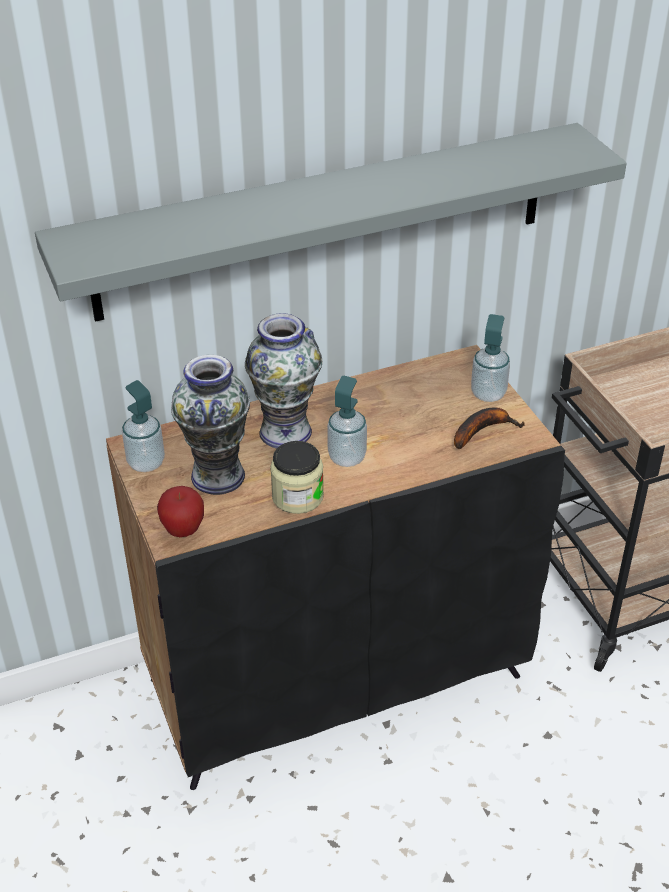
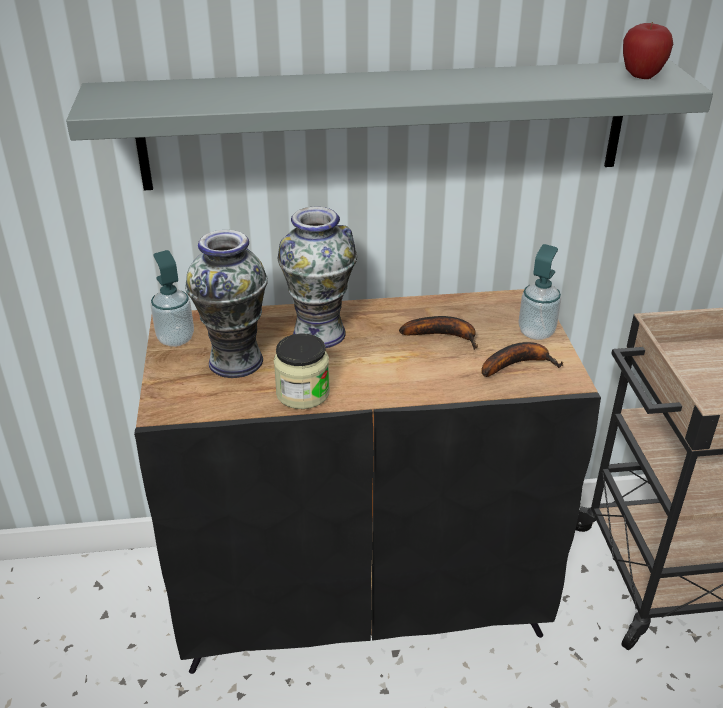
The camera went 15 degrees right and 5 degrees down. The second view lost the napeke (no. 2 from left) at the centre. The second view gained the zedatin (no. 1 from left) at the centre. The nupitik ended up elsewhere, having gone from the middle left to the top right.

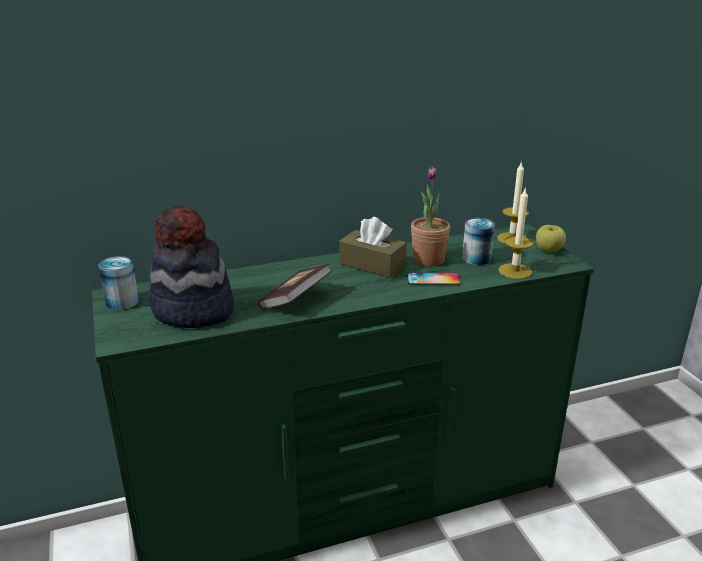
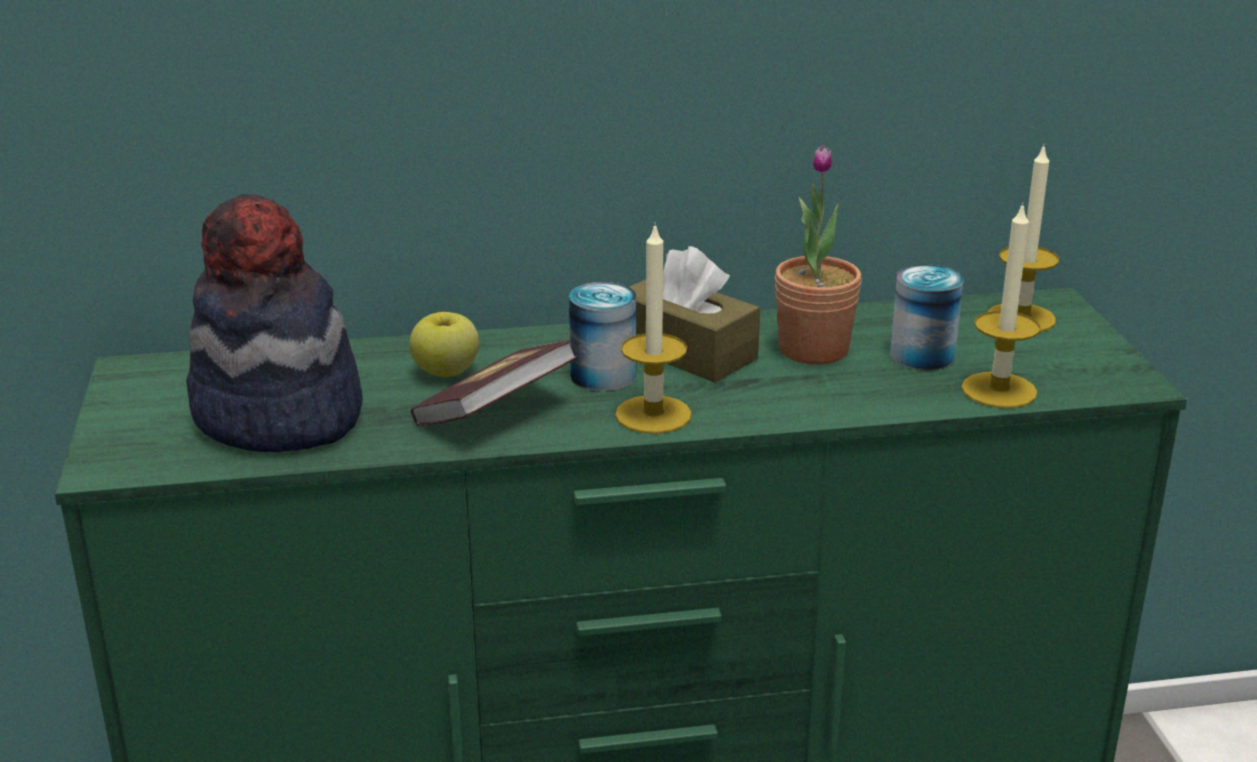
The camera went 10 degrees right and 0 degrees up. The second view lost the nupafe at the centre. The second view gained the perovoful (no. 1 from left) at the centre. The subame (no. 1 from left) ended up elsewhere, having gone from the middle left to the centre. The nupitik ended up elsewhere, having gone from the middle right to the centre.

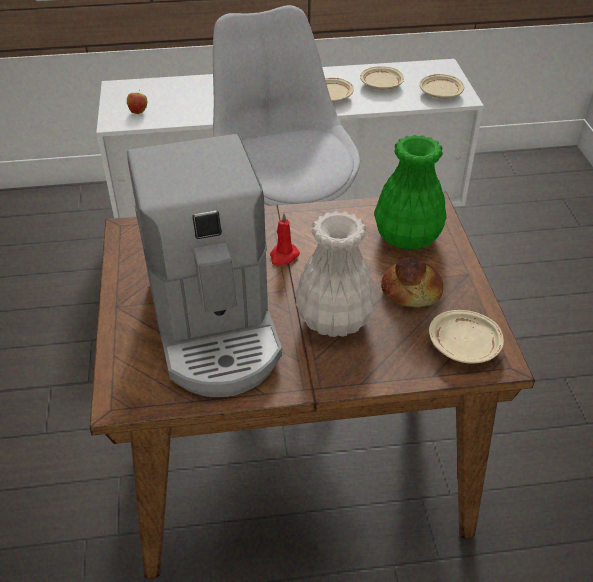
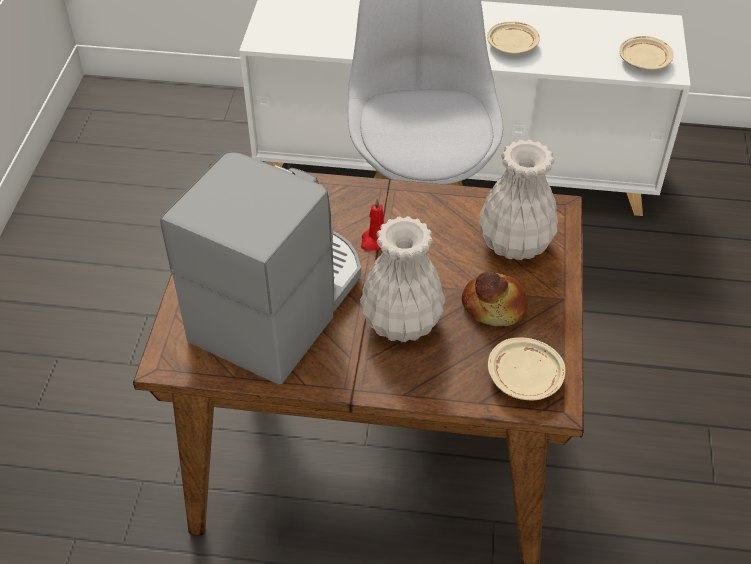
The camera went 15 degrees right and 5 degrees up. The second view lost the nupitik at the top left. The second view lost the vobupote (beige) (no. 2 from left) at the top centre. What was the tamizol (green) at the top right turned into the tamizol (white) (no. 2 from left) at the middle right. The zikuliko at the centre ended up facing another way, 150 degrees counterclockwise from before.

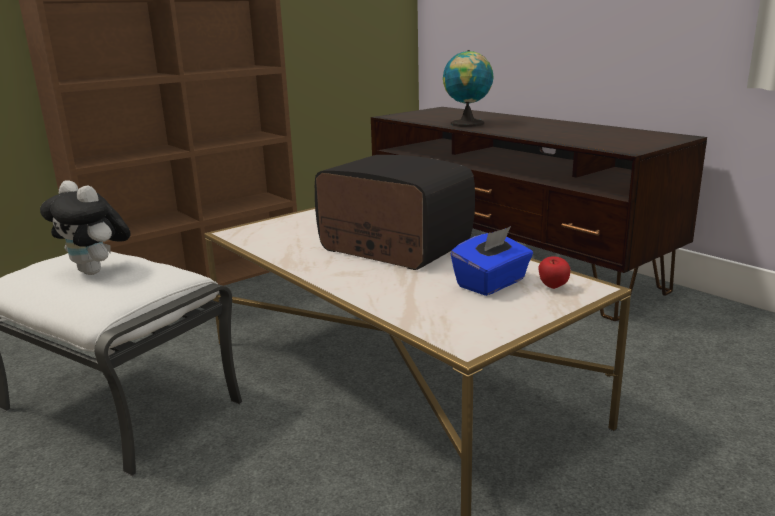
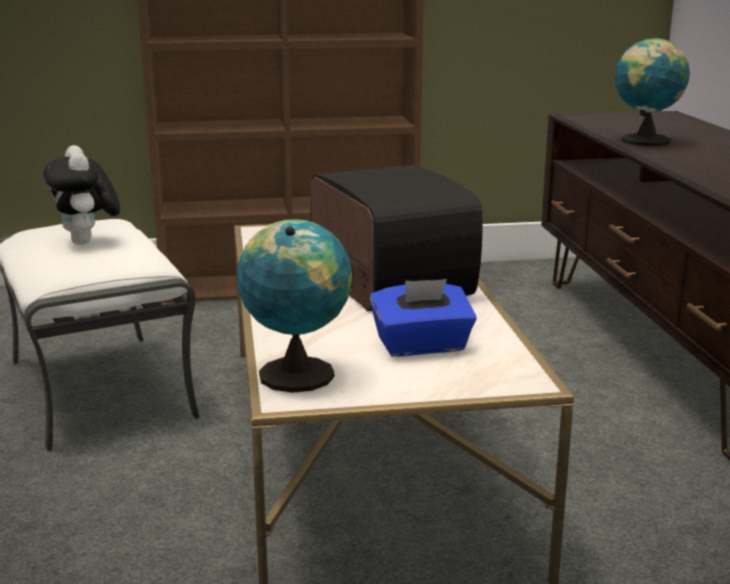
The camera went 30 degrees right and 0 degrees up. The second view lost the nupitik at the middle right. The second view gained the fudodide (no. 1 from left) at the centre.

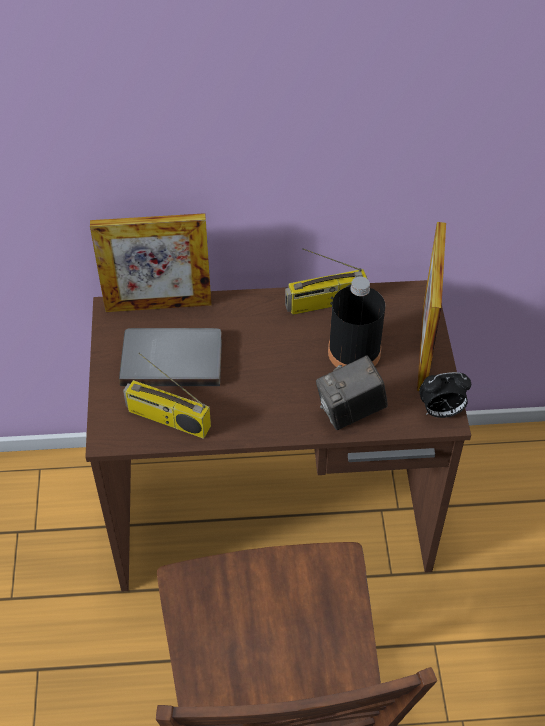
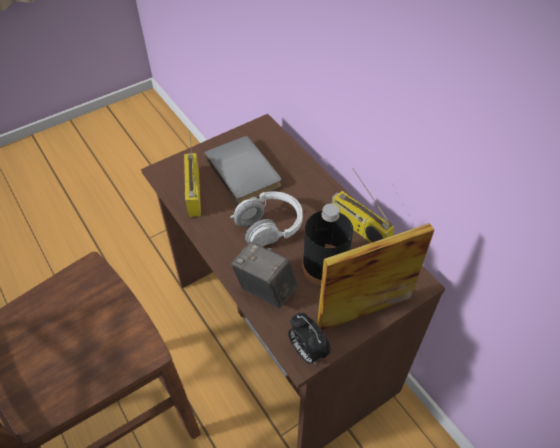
The camera went 60 degrees right and 0 degrees up. The second view lost the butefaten (no. 1 from left) at the middle left. The second view gained the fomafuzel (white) at the centre.

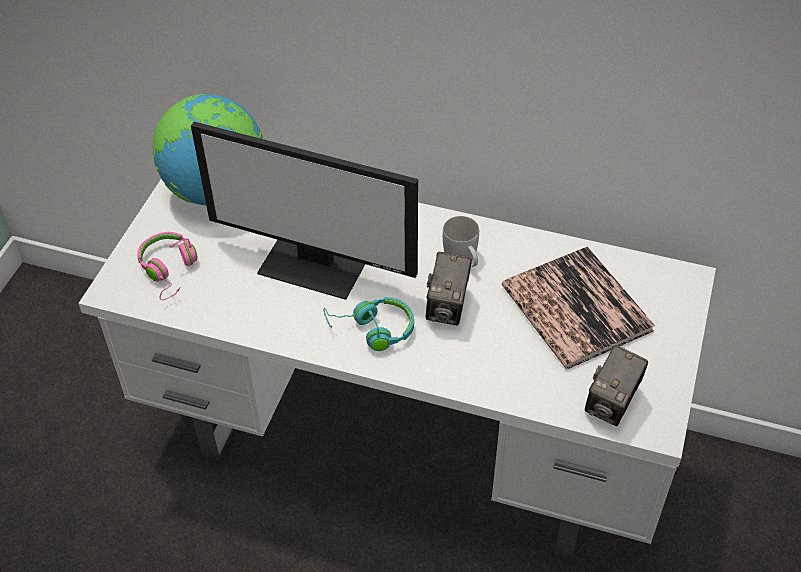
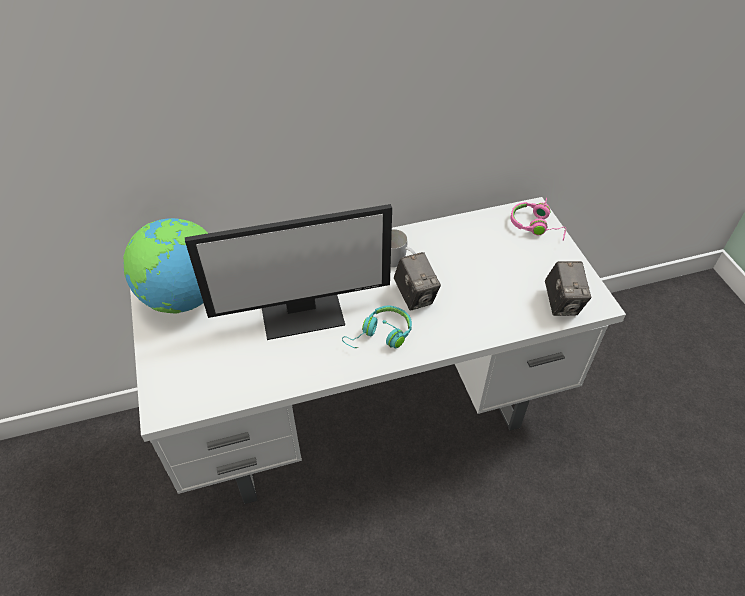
The camera went 35 degrees left and 0 degrees up. The second view lost the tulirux at the middle right. The fomafuzel (pink) ended up elsewhere, having gone from the middle left to the middle right.

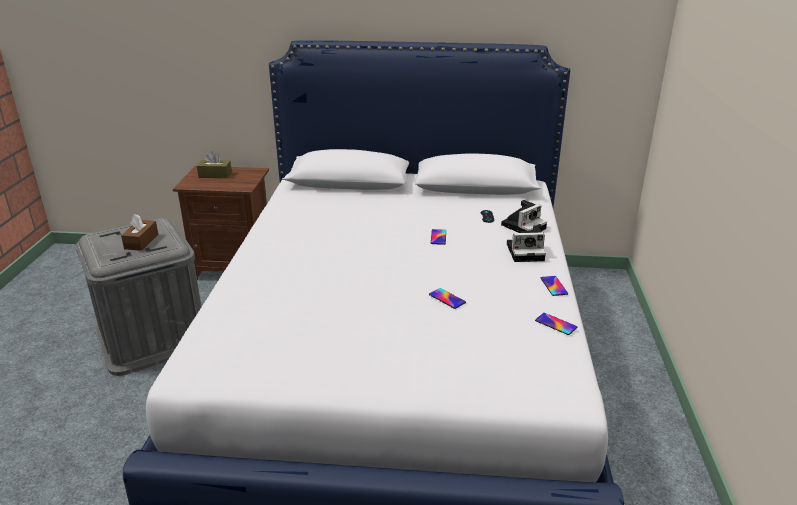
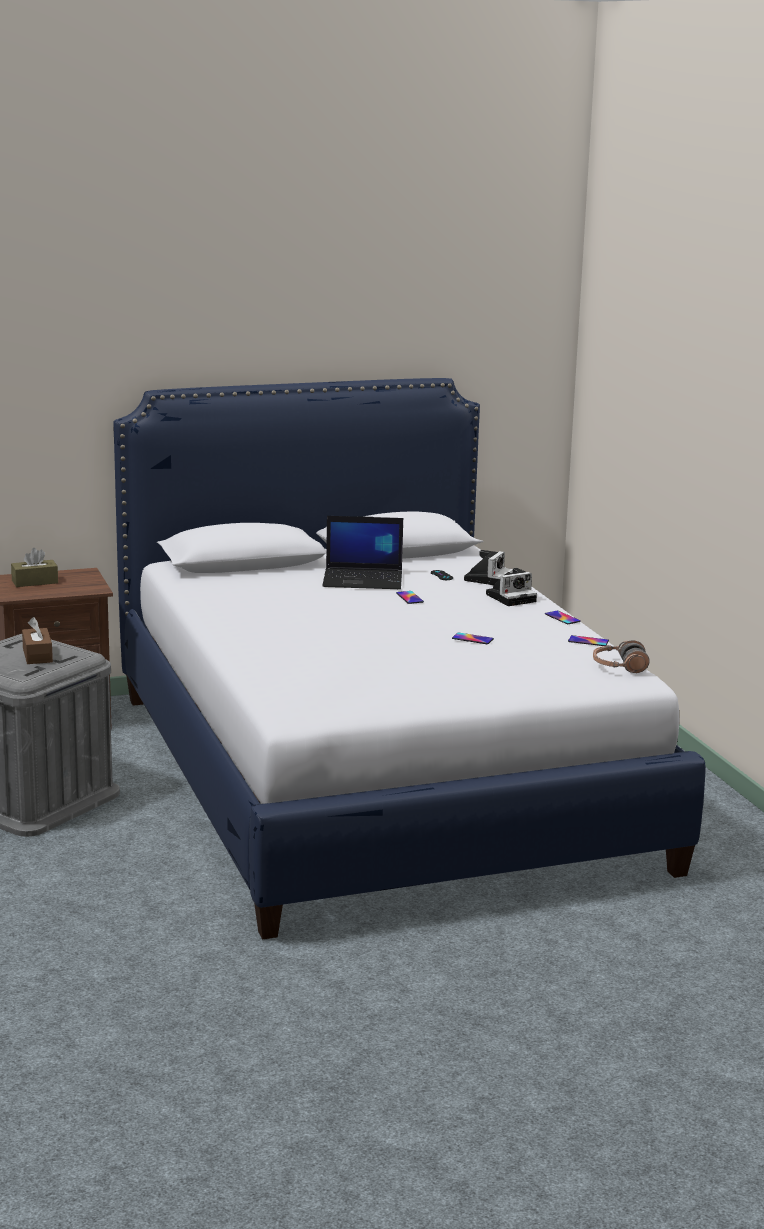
The camera went 25 degrees left and 10 degrees down. The second view gained the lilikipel at the centre. The second view gained the fomafuzel at the middle right.

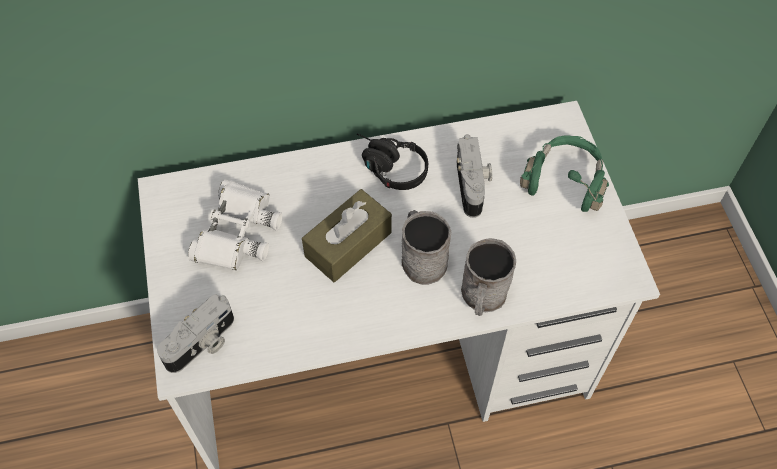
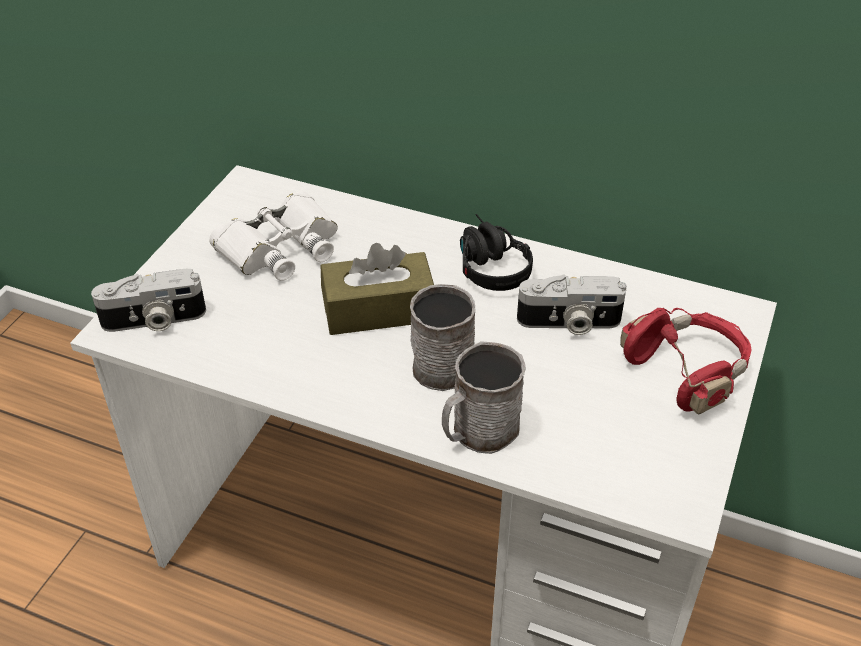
The camera went 35 degrees right and 15 degrees down. What was the fomafuzel (green) at the middle right turned into the fomafuzel (red) at the middle right. The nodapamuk (no. 2 from left) at the centre ended up facing another way, 60 degrees clockwise from before.

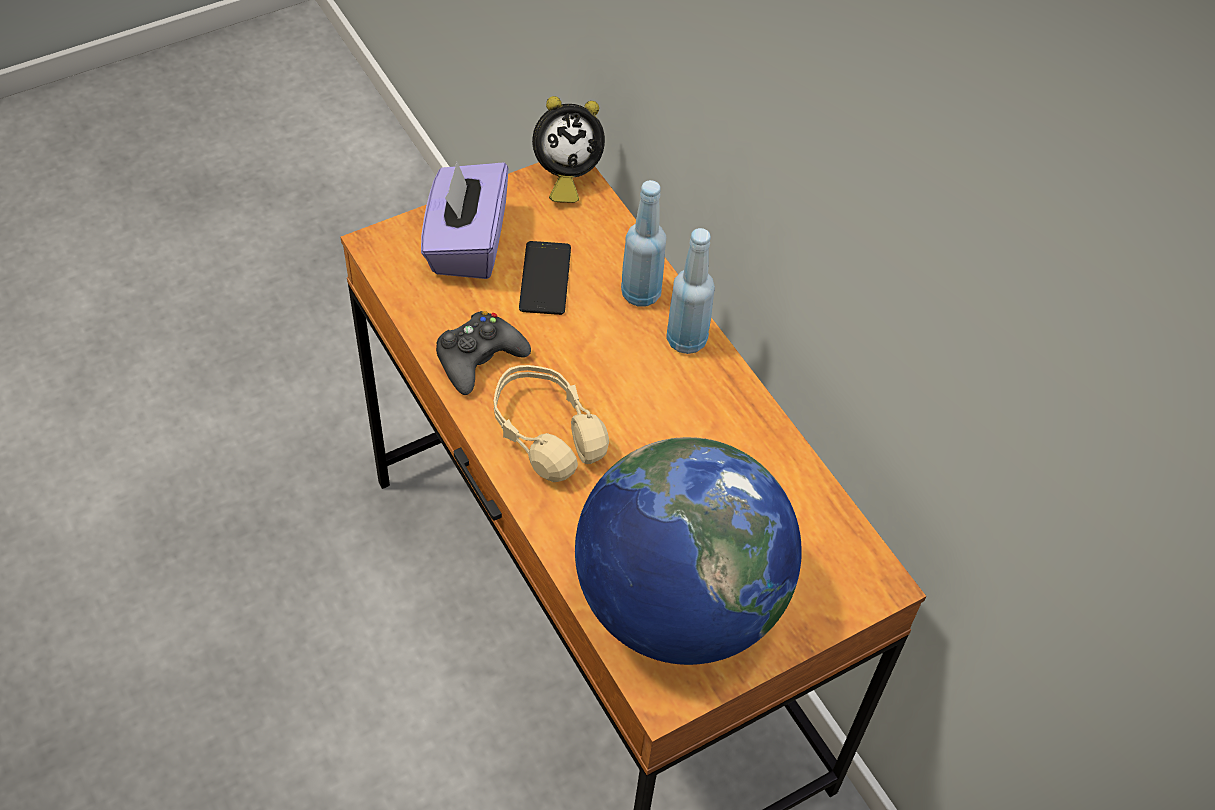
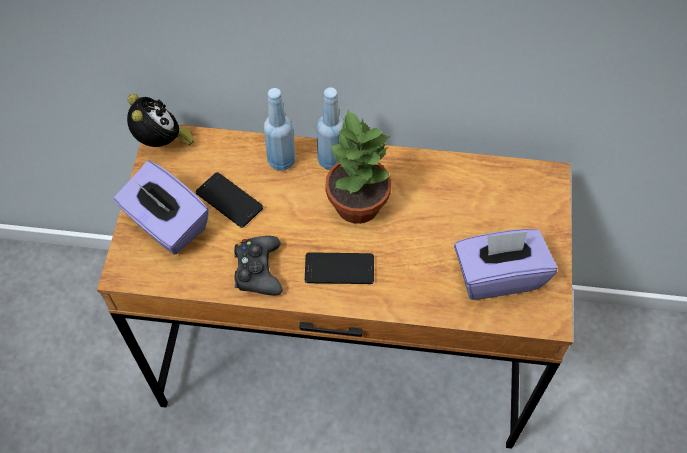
The camera went 50 degrees left and 5 degrees up. The second view gained the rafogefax at the centre. Where the fomafuzel (beige) stood at the centre, the nupafe (no. 2 from left) came to stand at the centre. Where the fudodide stood at the bottom centre, the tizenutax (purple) (no. 2 from left) came to stand at the middle right. The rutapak at the top centre ended up facing another way, 45 degrees counterclockwise from before.

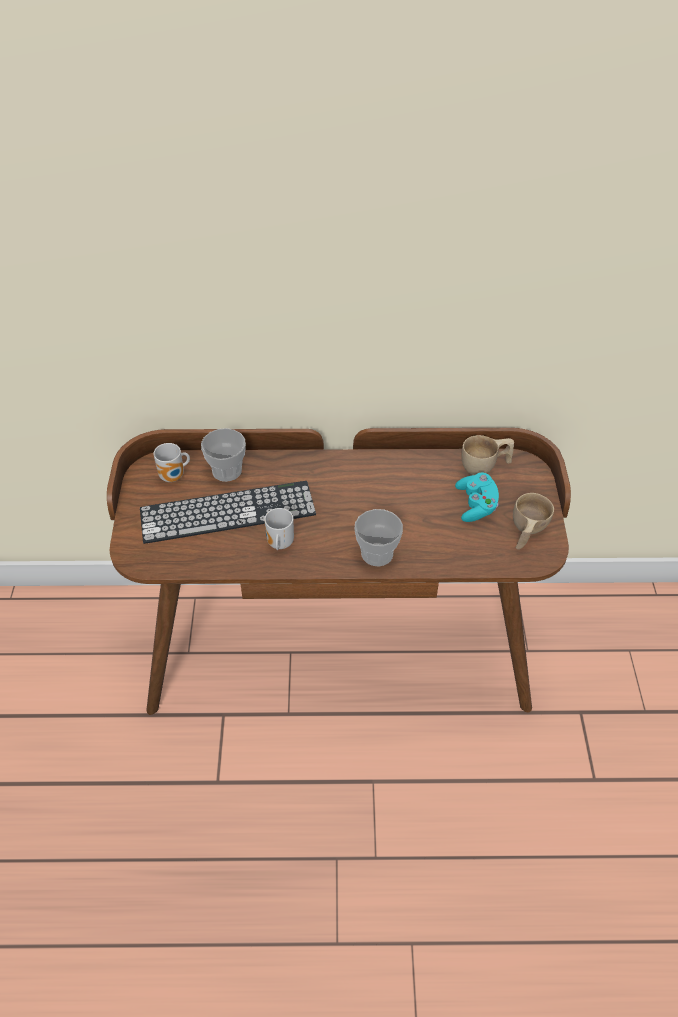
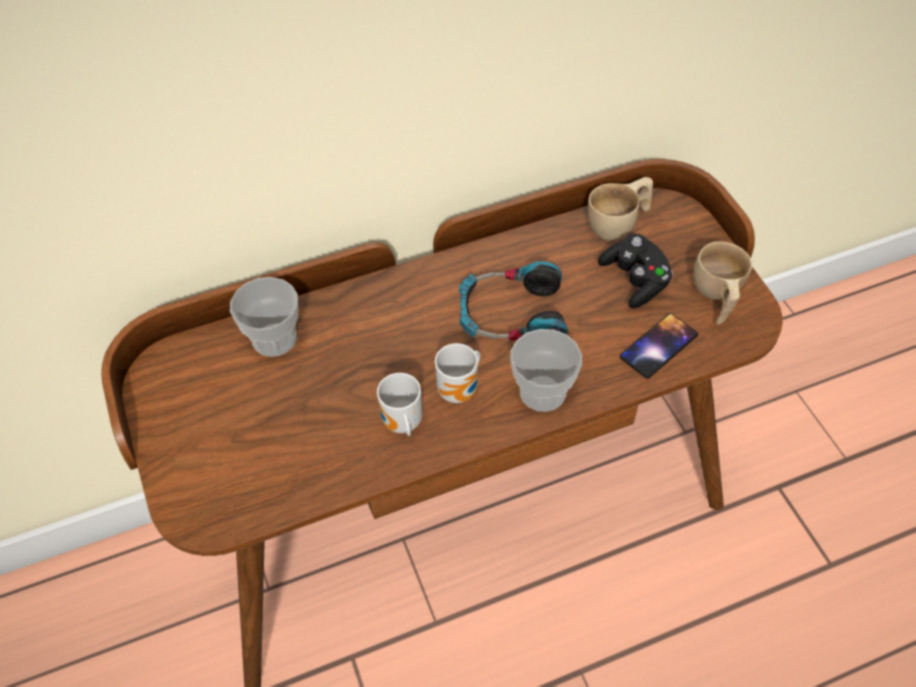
The camera went 20 degrees left and 5 degrees up. The second view lost the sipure at the centre. The second view gained the fomafuzel at the centre. The second view gained the nupafe at the middle right. The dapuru (no. 1 from left in the first image) ended up elsewhere, having gone from the middle left to the centre. What was the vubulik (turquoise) at the middle right turned into the vubulik (black) at the middle right.

